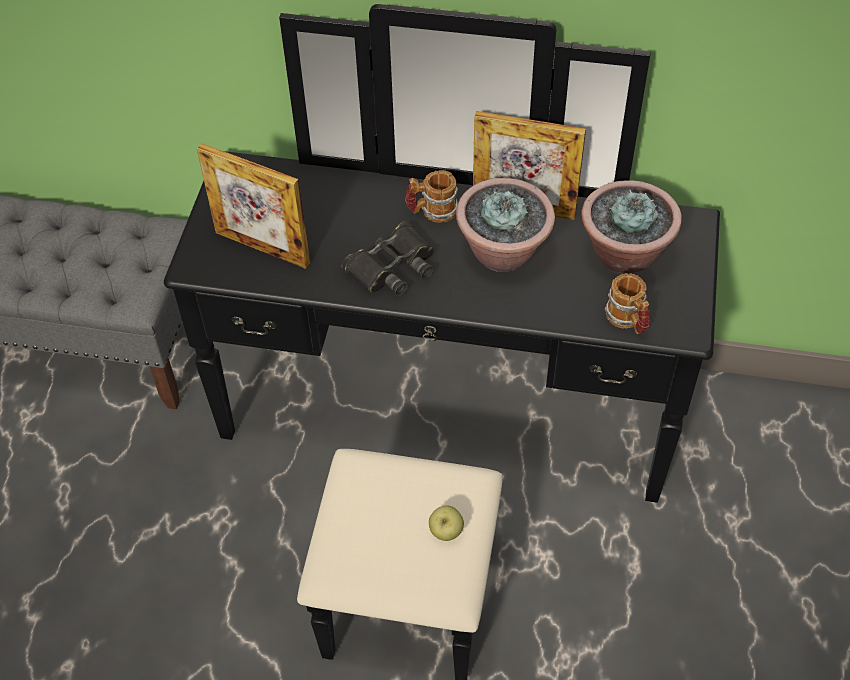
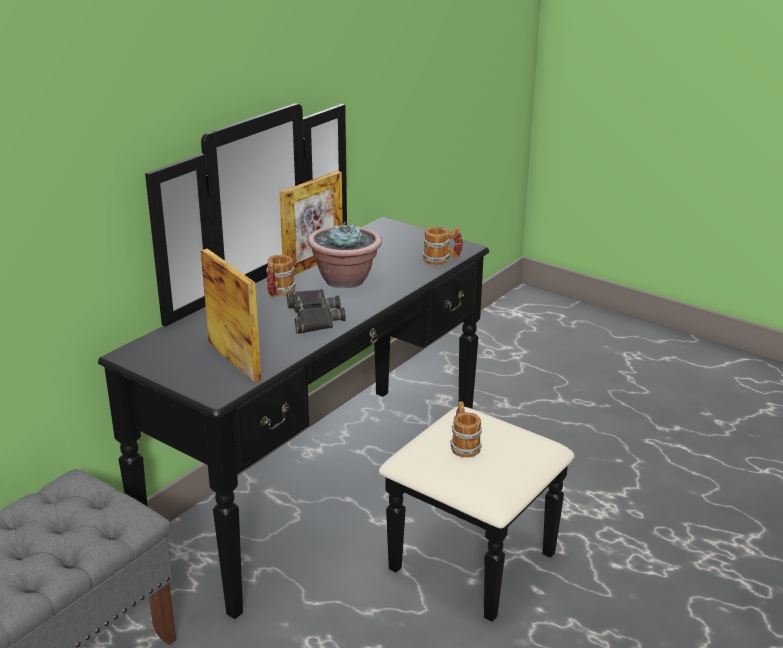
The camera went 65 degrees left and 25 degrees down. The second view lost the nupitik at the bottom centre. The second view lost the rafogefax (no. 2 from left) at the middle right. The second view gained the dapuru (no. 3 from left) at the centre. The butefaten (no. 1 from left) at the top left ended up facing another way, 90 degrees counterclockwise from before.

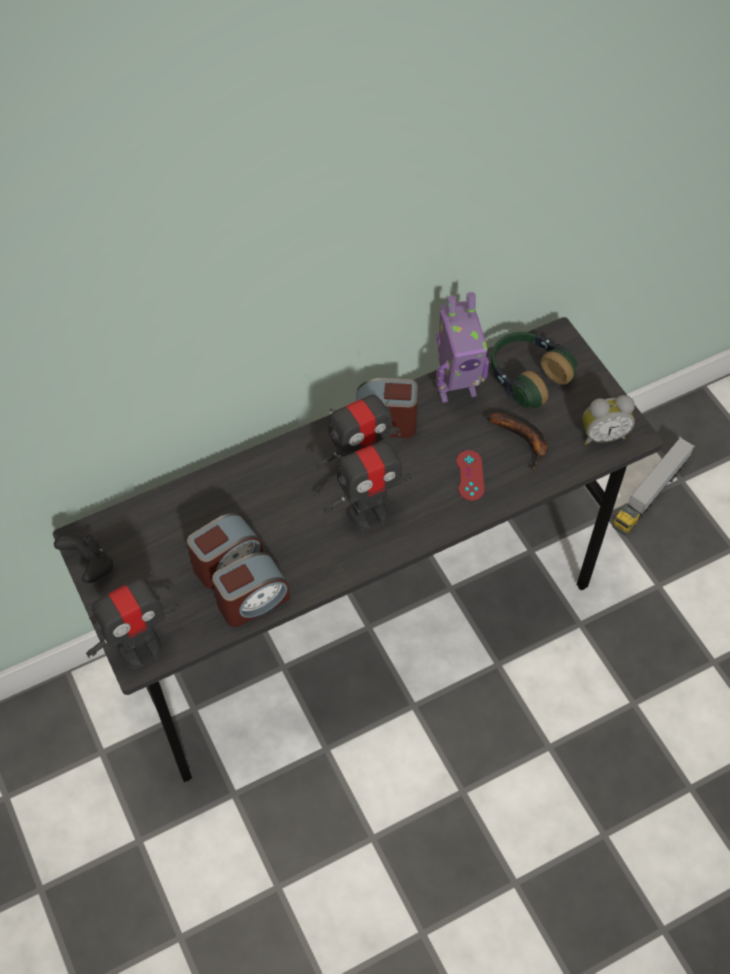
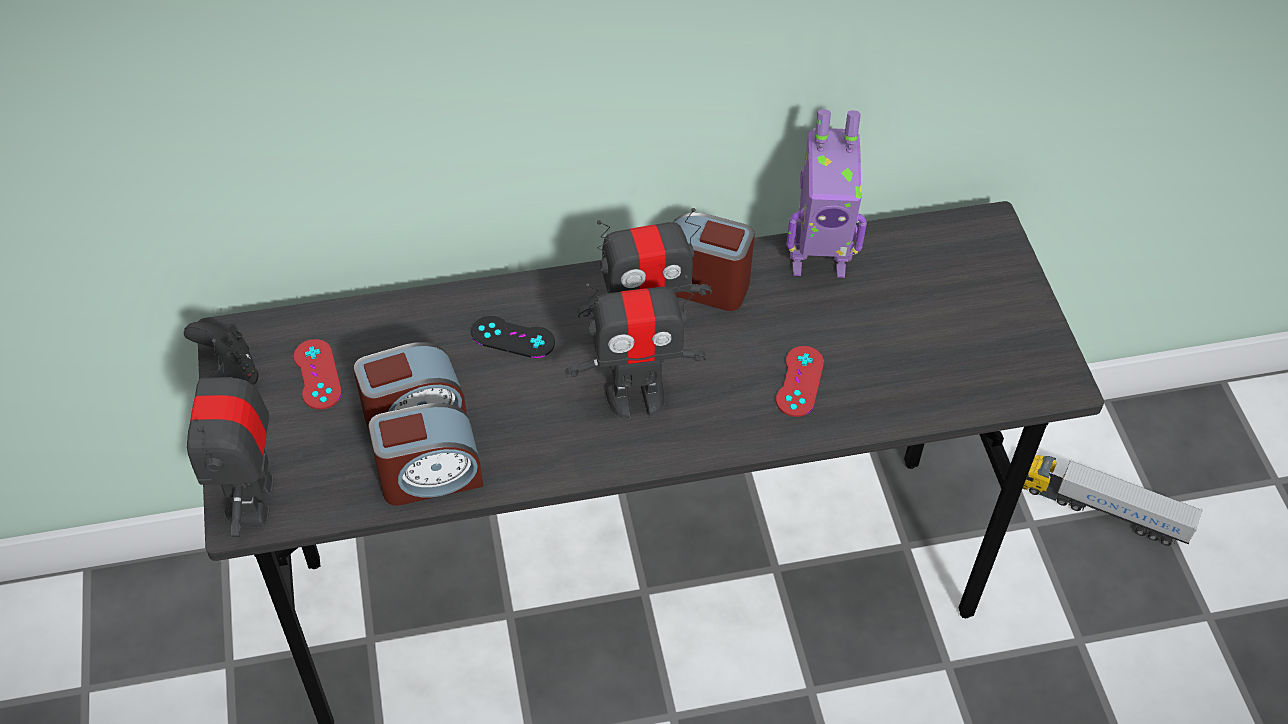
The camera went 15 degrees right and 5 degrees down. The second view lost the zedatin at the middle right. The second view lost the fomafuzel at the middle right. The second view lost the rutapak (no. 4 from left) at the middle right. The second view gained the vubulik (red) (no. 1 from left) at the middle left. The second view gained the vubulik (black) (no. 2 from left) at the centre. The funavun (no. 1 from left) at the middle left ended up facing another way, 105 degrees clockwise from before. The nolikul at the middle right ended up facing another way, 60 degrees clockwise from before.

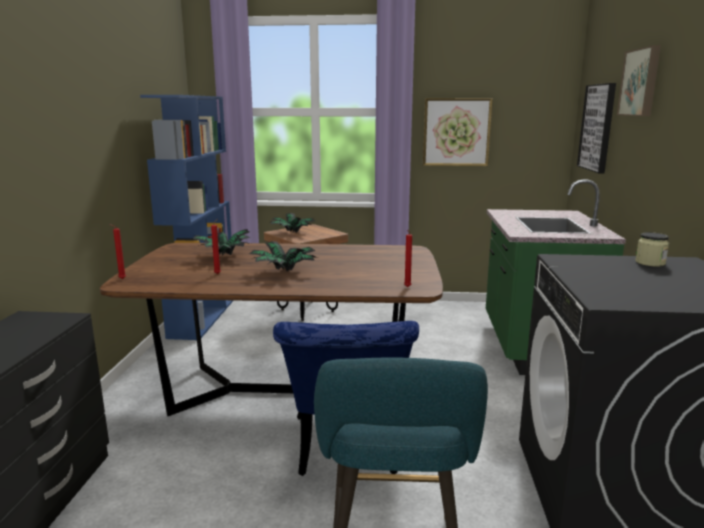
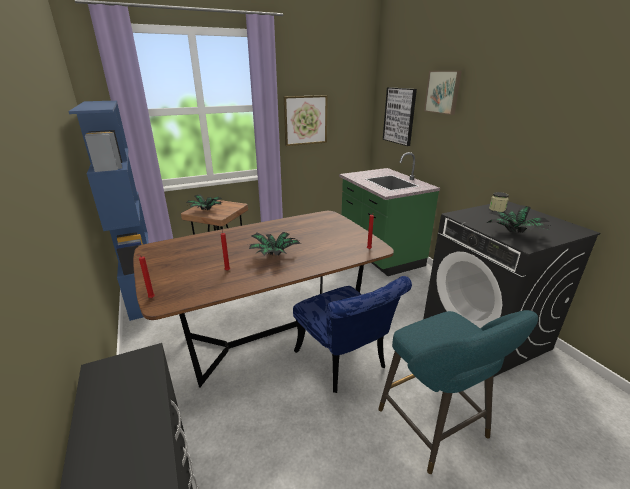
The camera went 30 degrees left and 10 degrees up. The rafogefax (no. 1 from left in the first image) ended up elsewhere, having gone from the middle left to the middle right.

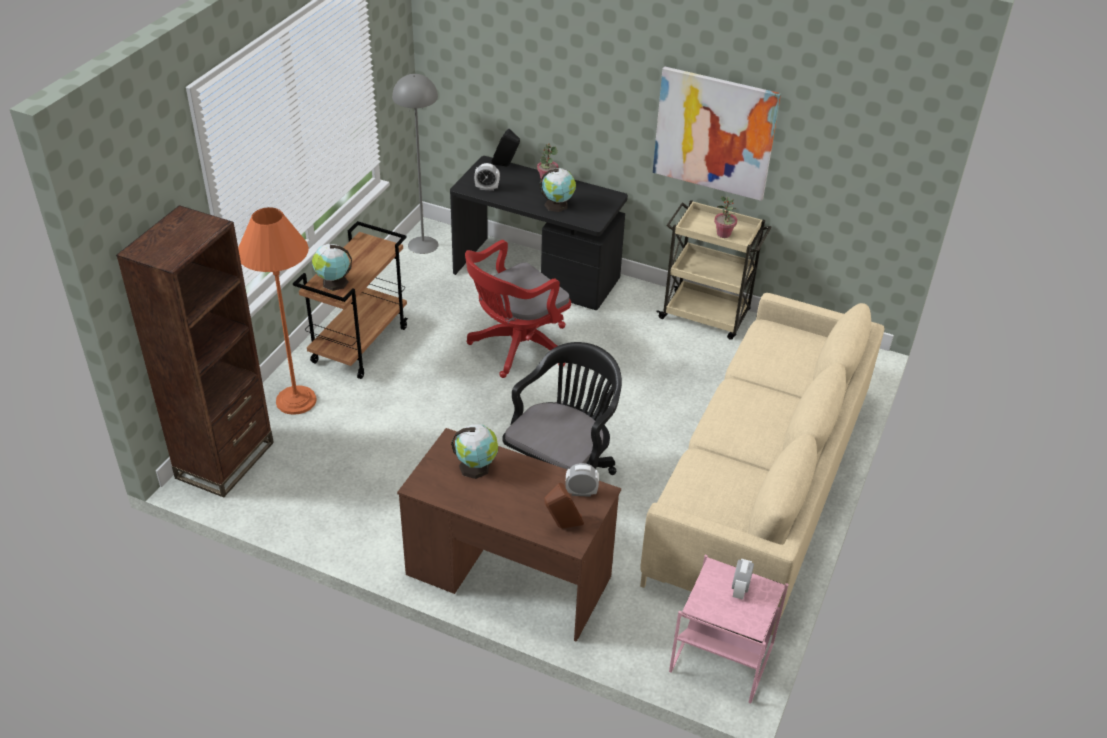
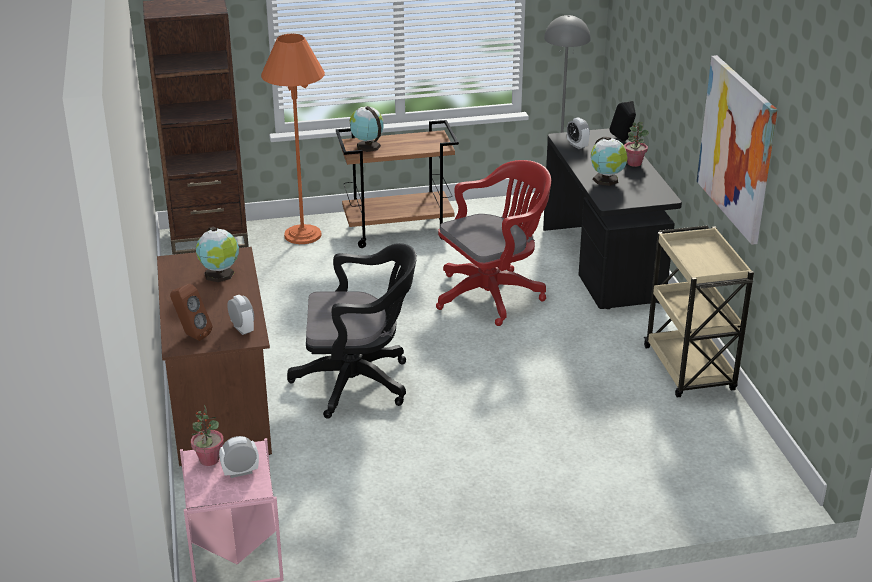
The camera went 55 degrees right and 10 degrees down. The second view lost the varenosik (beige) at the middle right. The rafogefax (no. 2 from left in the first image) ended up elsewhere, having gone from the top centre to the bottom left. The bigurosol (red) at the centre ended up facing another way, 135 degrees clockwise from before.

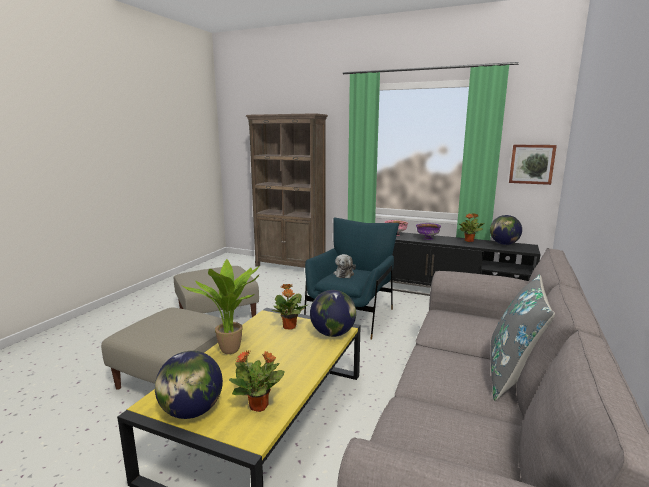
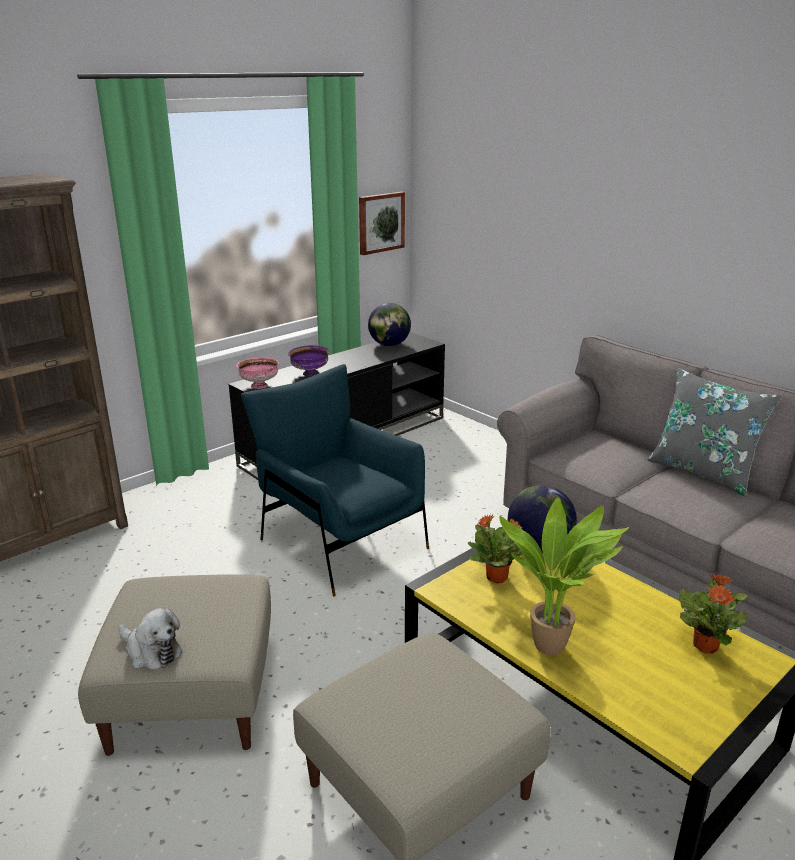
The camera went 65 degrees left and 10 degrees up. The second view lost the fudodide (no. 1 from left) at the bottom left. The second view lost the rafogefax (no. 4 from left) at the middle right. The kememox ended up elsewhere, having gone from the centre to the bottom left.

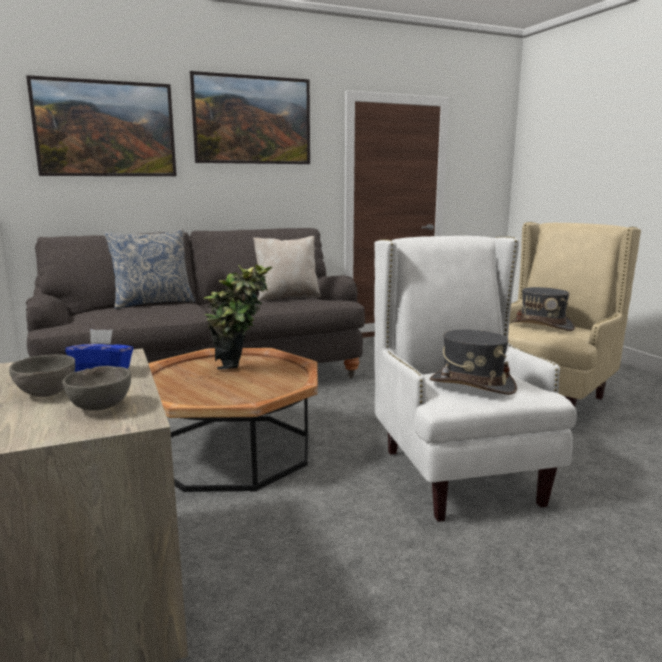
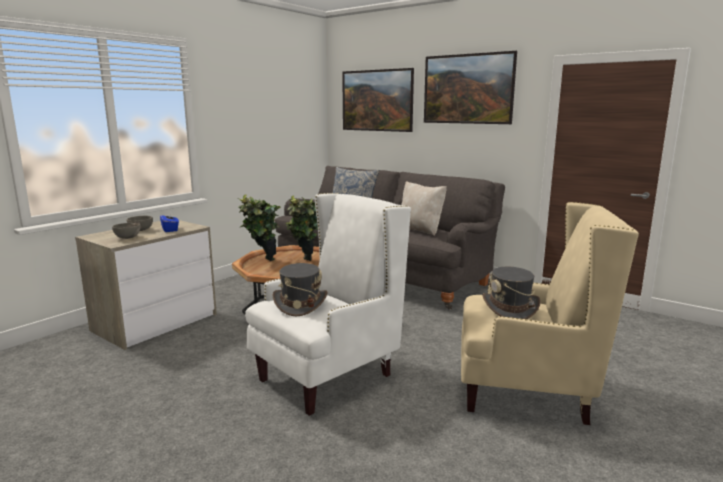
The camera went 60 degrees right and 0 degrees up. The second view gained the rafogefax (no. 1 from left) at the centre.

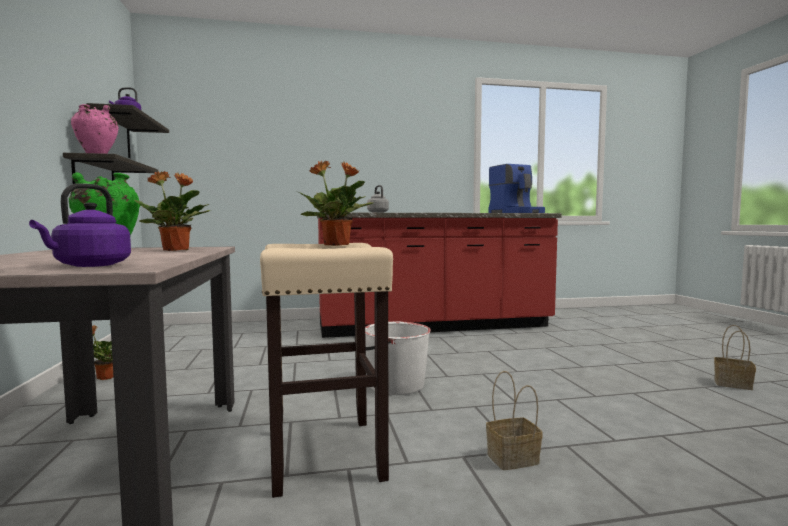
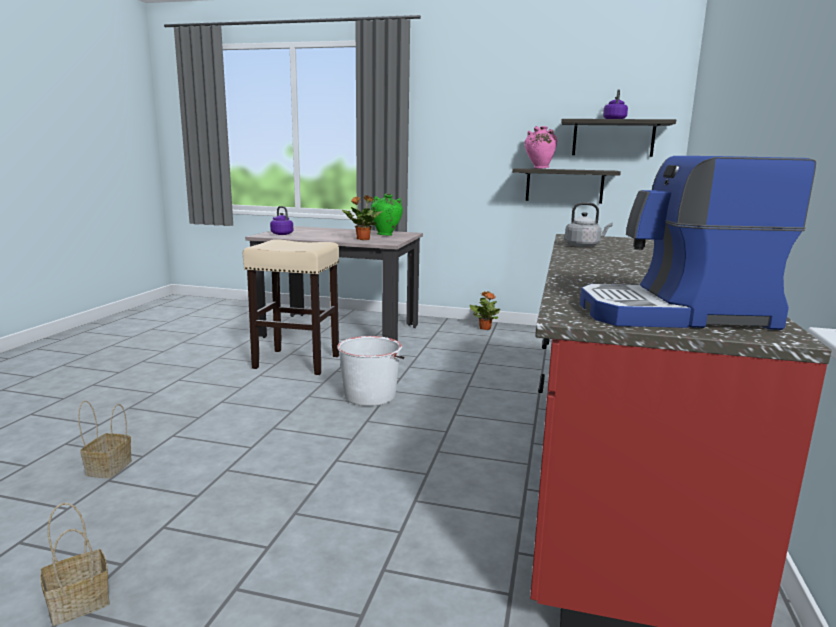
The camera went 115 degrees right and 10 degrees up. The second view lost the rafogefax (no. 3 from left) at the centre. The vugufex (no. 1 from left in the first image) ended up elsewhere, having gone from the bottom centre to the bottom left.

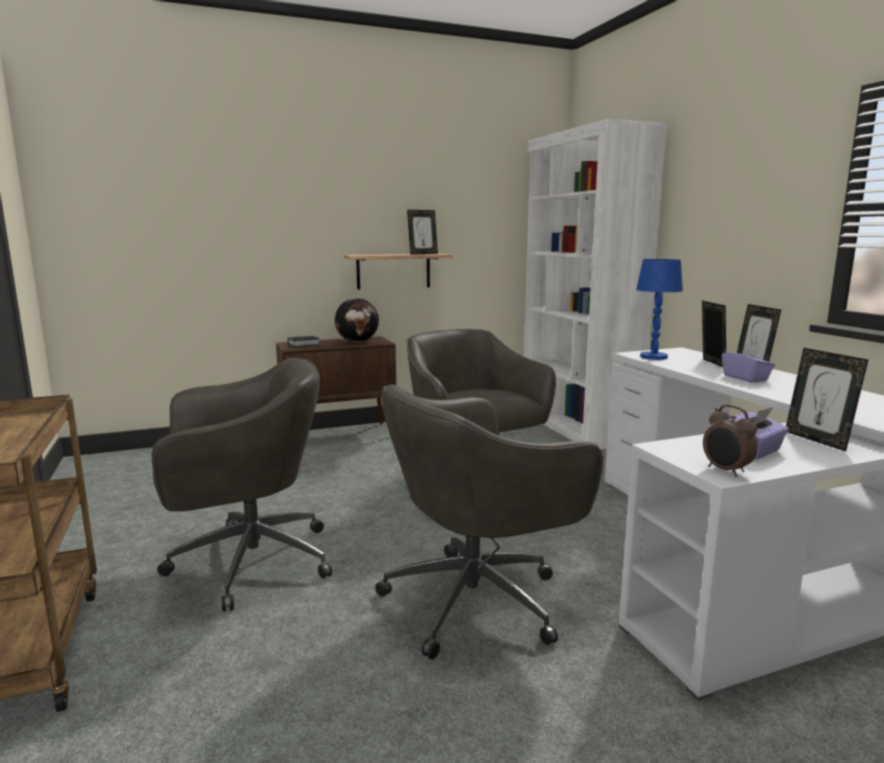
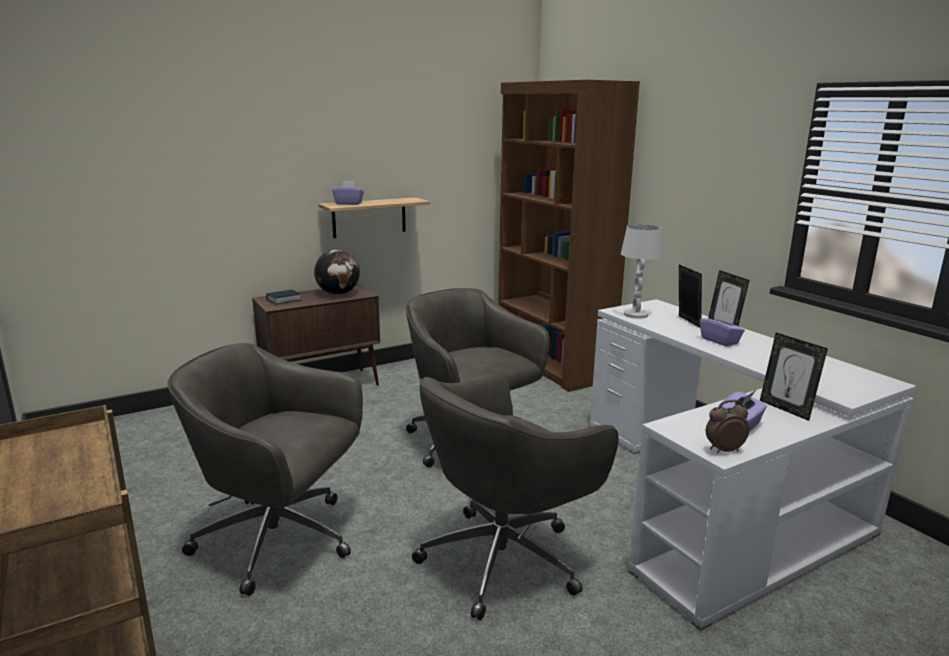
The camera went 10 degrees left and 5 degrees up. The second view lost the butefaten (no. 1 from left) at the top centre. The second view gained the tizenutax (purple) (no. 1 from left) at the top centre. What was the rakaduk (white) at the middle right turned into the rakaduk (brown) at the centre. What was the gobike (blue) at the middle right turned into the gobike (white) at the middle right. The bigurosol (grey) (no. 1 from left) at the middle left ended up facing another way, 135 degrees counterclockwise from before. The rutapak at the middle right ended up facing another way, 120 degrees clockwise from before.

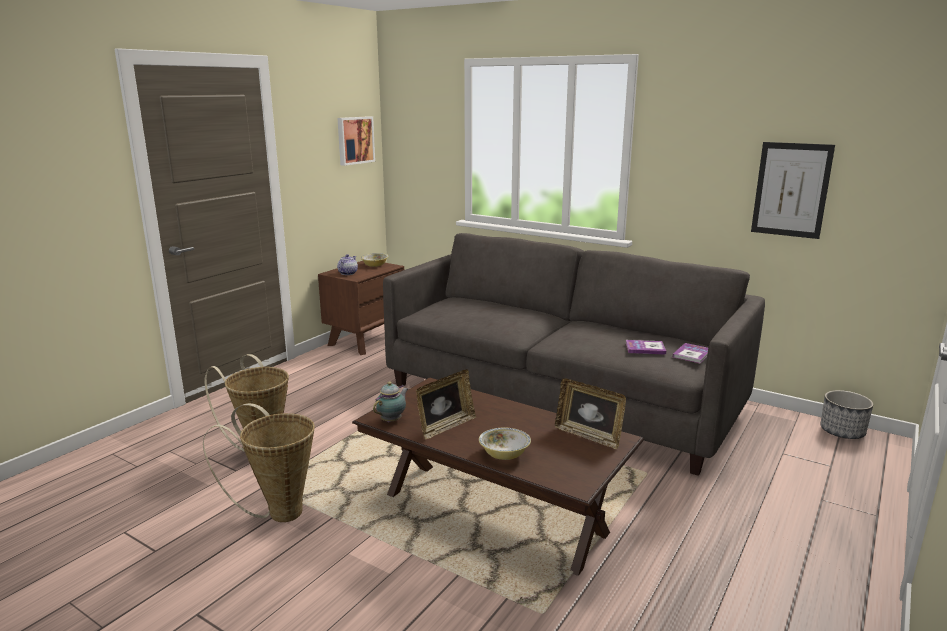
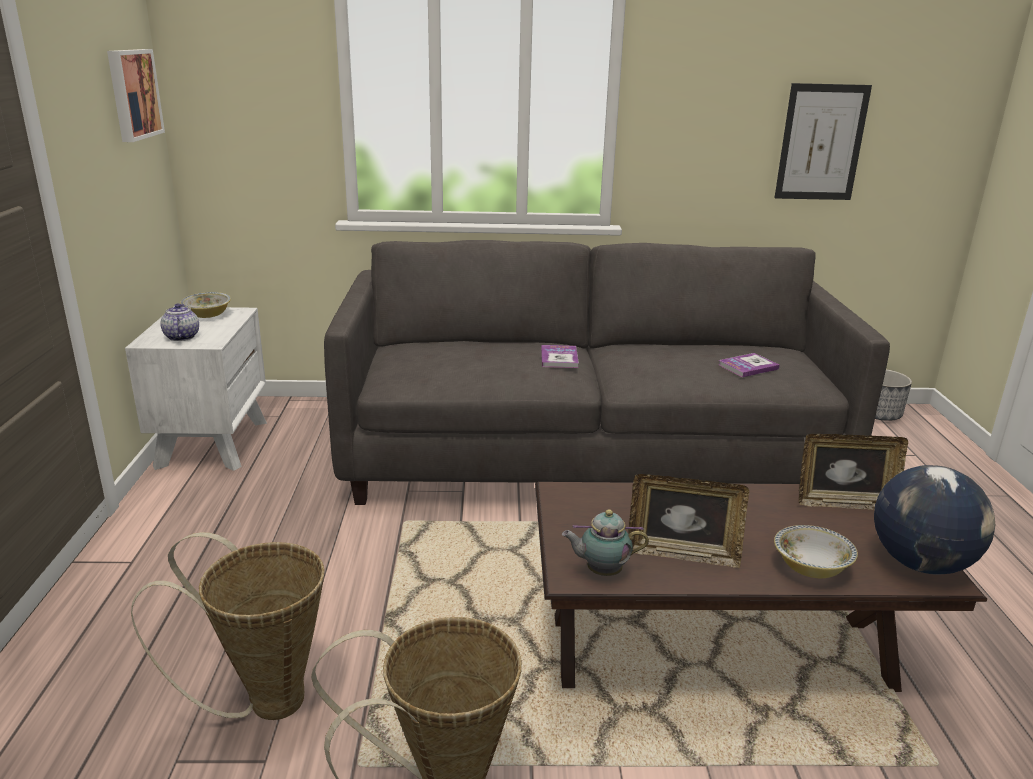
The camera went 35 degrees left and 5 degrees up. The second view gained the fudodide at the bottom right. The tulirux (no. 2 from left in the first image) ended up elsewhere, having gone from the middle right to the centre. What was the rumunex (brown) at the centre turned into the rumunex (white) at the middle left. The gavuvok (no. 2 from left) at the centre ended up facing another way, 90 degrees counterclockwise from before. The butefaten (no. 1 from left) at the centre ended up facing another way, 90 degrees clockwise from before.

